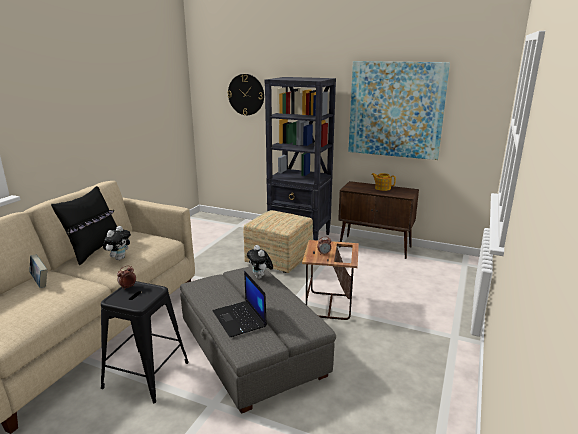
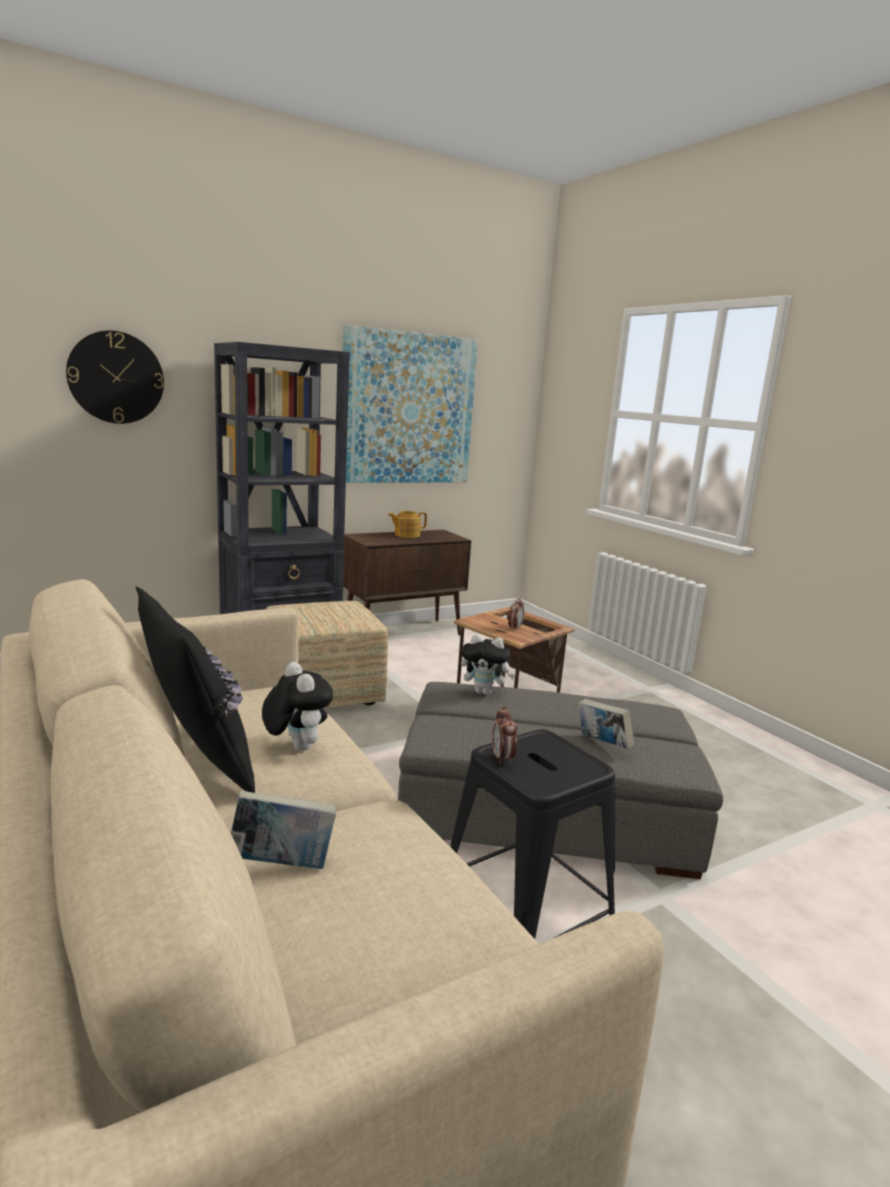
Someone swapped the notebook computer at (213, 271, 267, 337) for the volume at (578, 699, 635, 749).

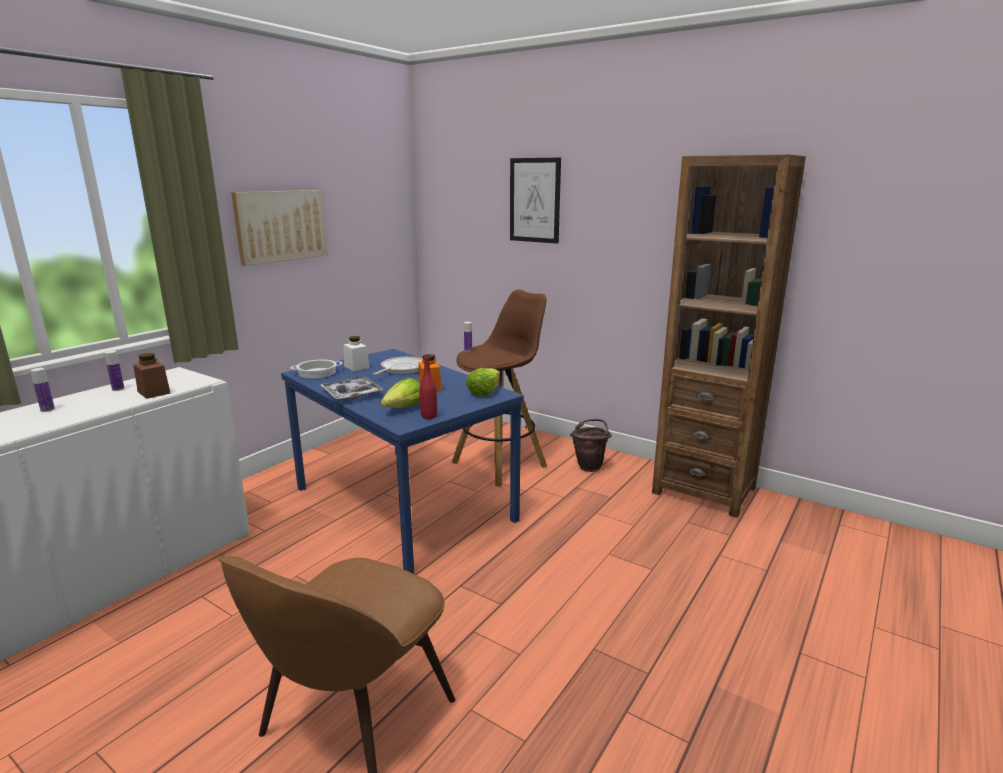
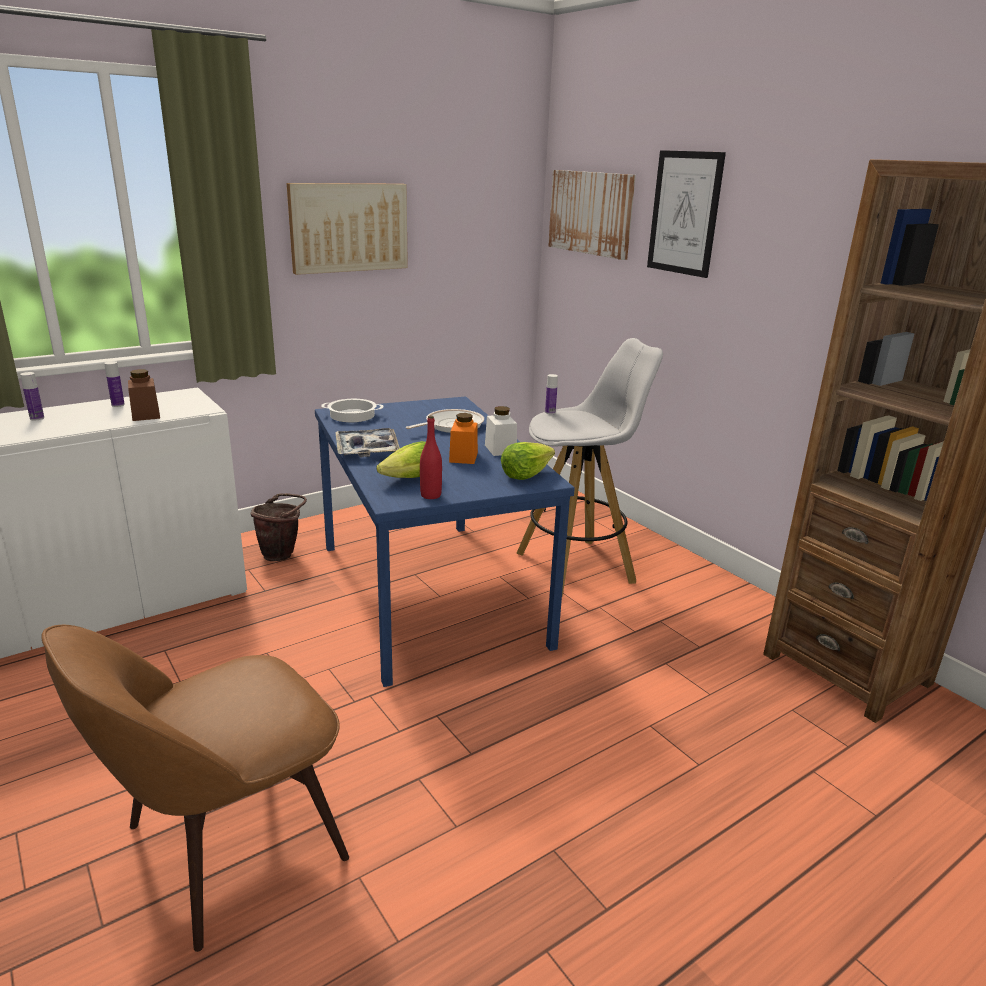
Someone repainted the sitting stool/brown at (452, 289, 547, 487), which became the sitting stool/white at (516, 338, 663, 596).
Someone carried the jar/white from (343, 336, 369, 371) to (485, 406, 517, 456).
Someone carried the pail/brown from (570, 419, 612, 472) to (251, 493, 307, 561).
Someone put up the wall art at (548, 170, 636, 260).

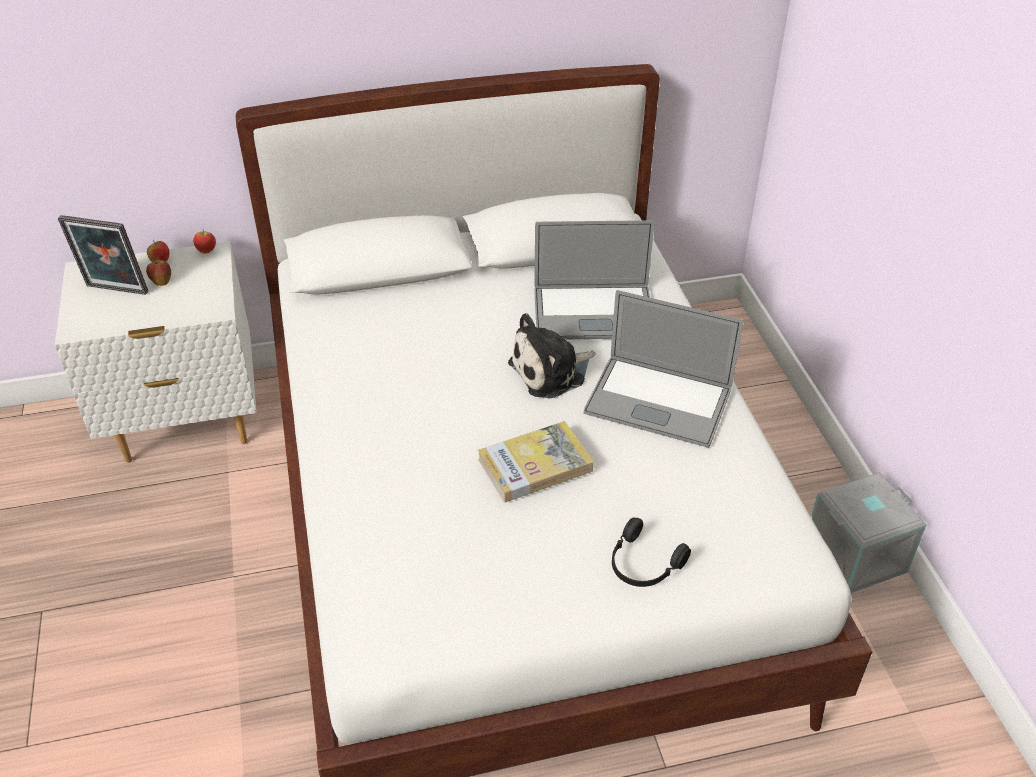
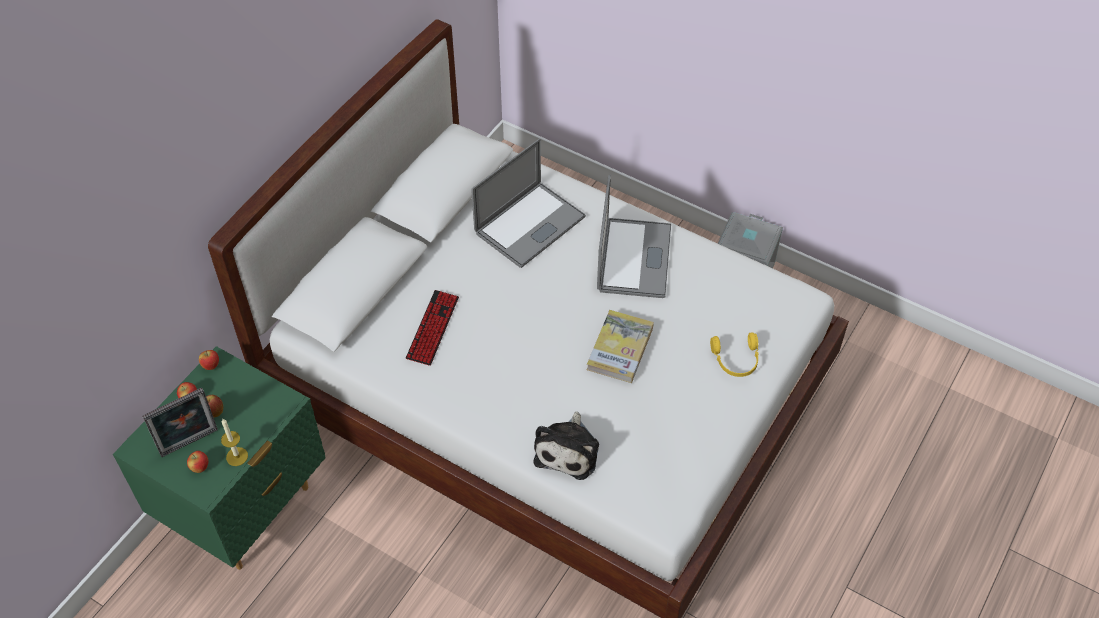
Someone repainted the nightstand/white at (55, 241, 257, 463), which became the nightstand/green at (113, 346, 326, 570).
Someone rotated the notebook computer at (584, 290, 743, 448) by 60 degrees counterclockwise.
Someone carried the soft toy from (508, 313, 595, 399) to (533, 411, 599, 480).
Someone repainted the headphones/black at (612, 517, 691, 587), which became the headphones/yellowish at (710, 332, 759, 377).
Someone put down the PC keyboard at (406, 290, 459, 366).
Someone put down the candle at (221, 419, 248, 466).
Someone put down the apple fruit at (187, 451, 208, 473).

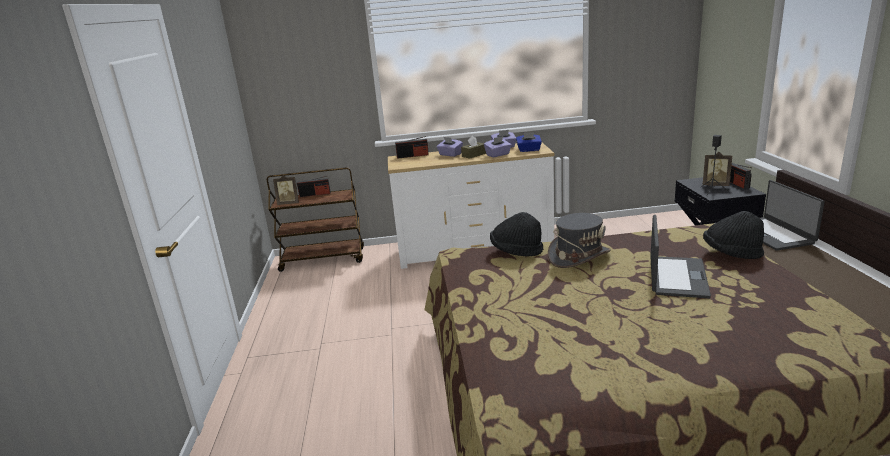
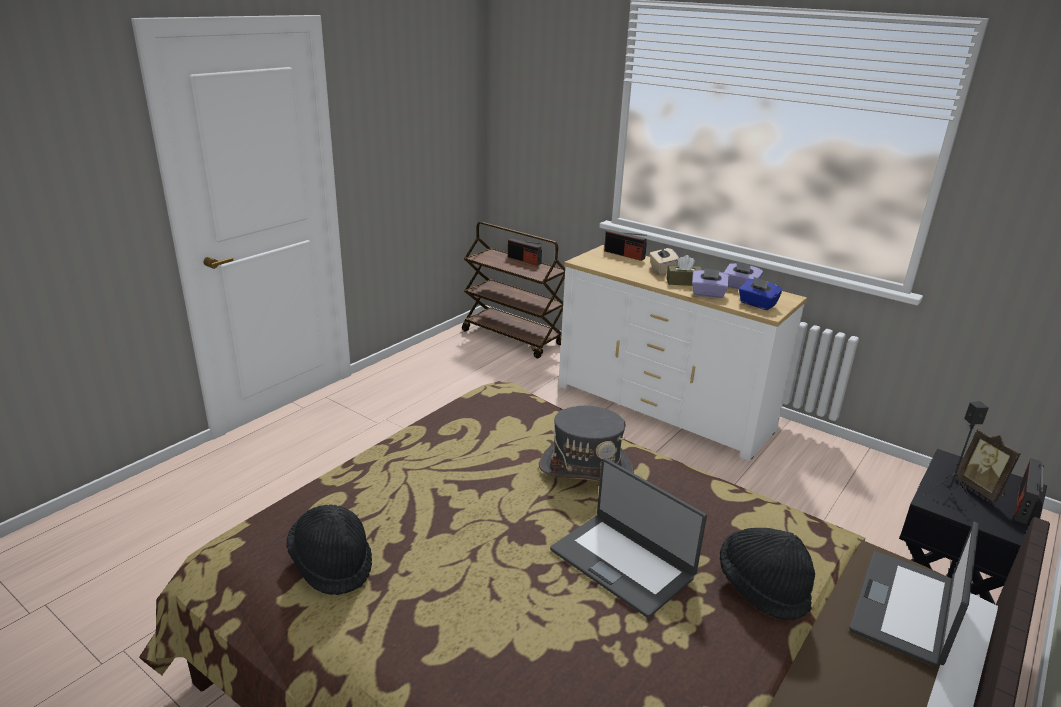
Someone repainted the box of tissues/purple-coloured at (437, 137, 463, 157), which became the box of tissues/beige at (649, 244, 679, 275).
Someone took away the photo frame at (273, 175, 299, 205).
Someone carried the wearable hat/black from (490, 212, 543, 256) to (286, 504, 372, 595).
Someone rotated the notebook computer at (650, 215, 711, 298) by 75 degrees clockwise.

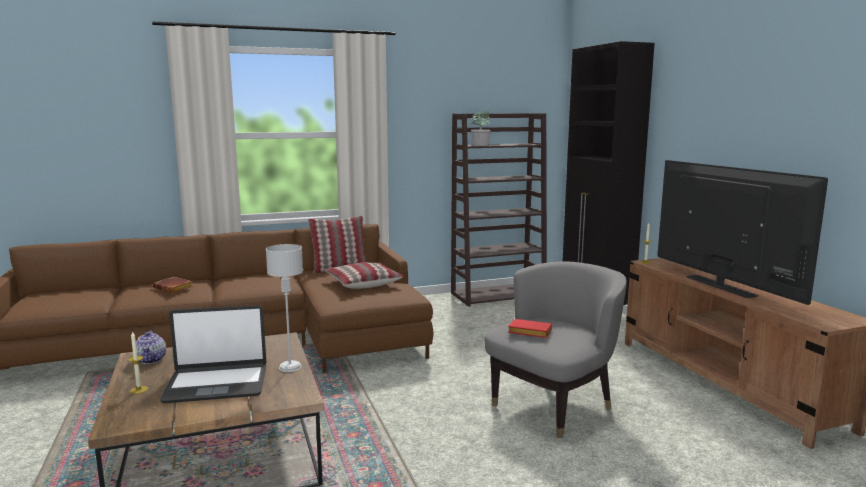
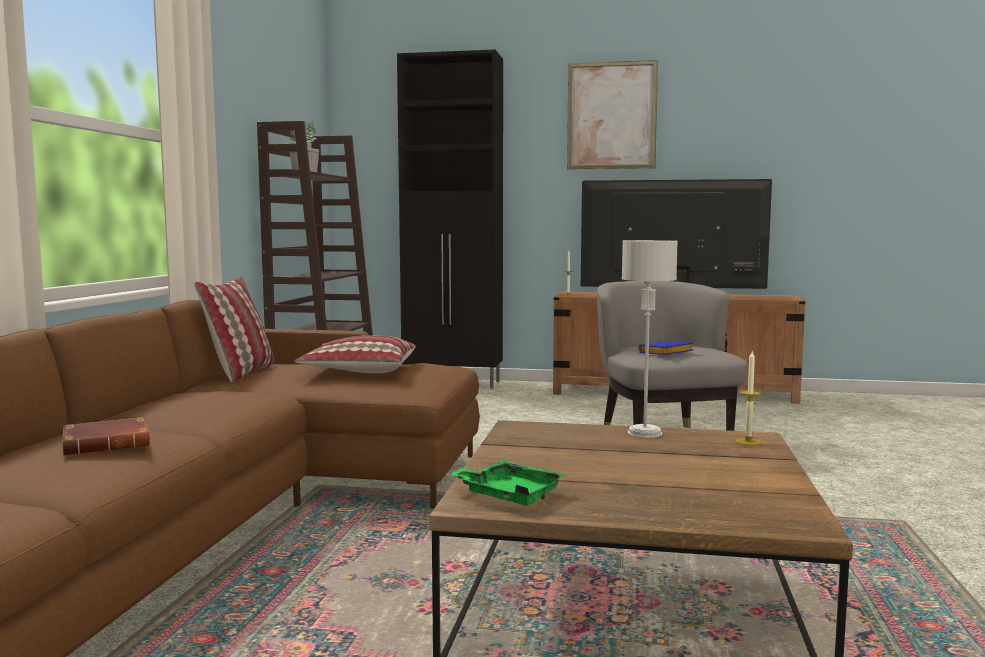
Someone took away the notebook computer at (160, 305, 266, 403).
Someone repainted the volume/reddish at (508, 319, 552, 338), which became the volume/blue at (638, 341, 694, 355).
Someone carried the candle from (128, 331, 148, 394) to (736, 351, 762, 445).
Someone swapped the teapot at (136, 331, 166, 364) for the serving tray/green at (449, 460, 566, 506).
Someone put up the wall art at (567, 60, 658, 169).

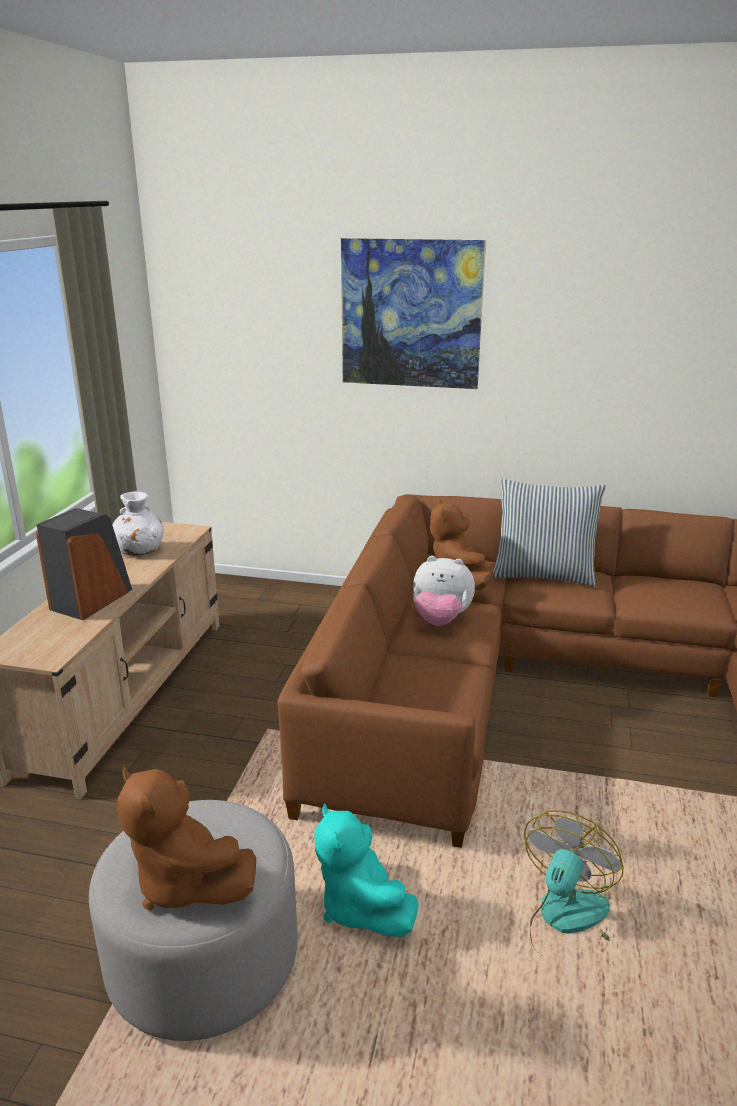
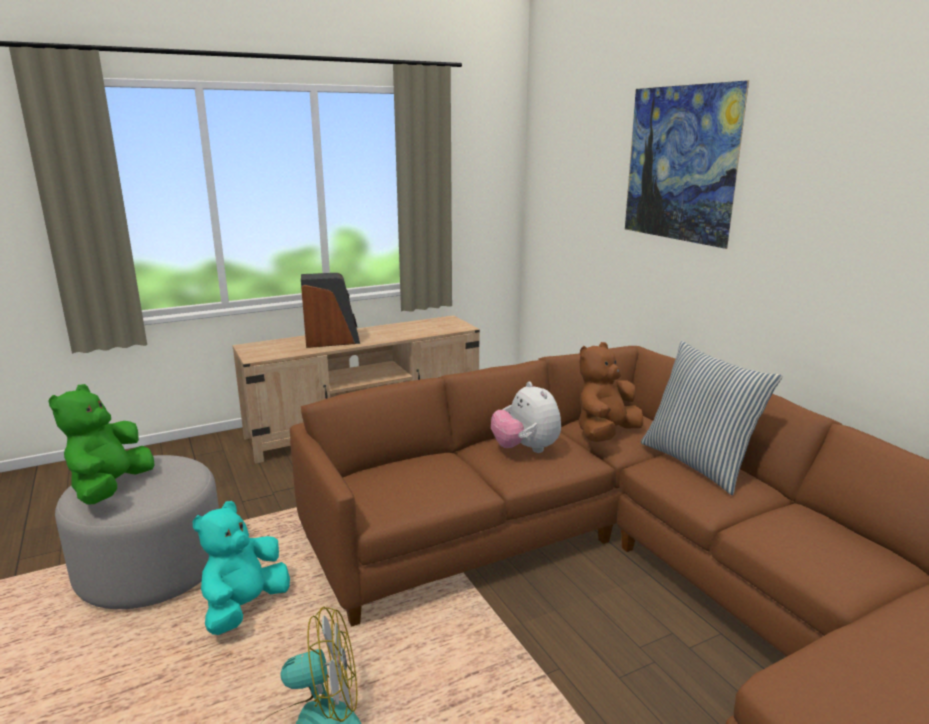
Someone took away the flower vase/white at (112, 492, 164, 556).
Someone repainted the soft toy/brown at (117, 766, 256, 910), which became the soft toy/green at (48, 384, 154, 505).

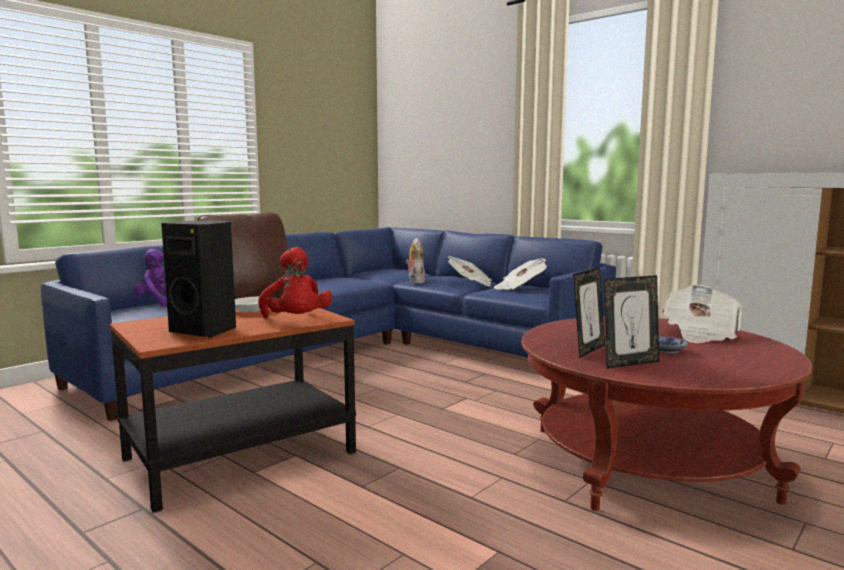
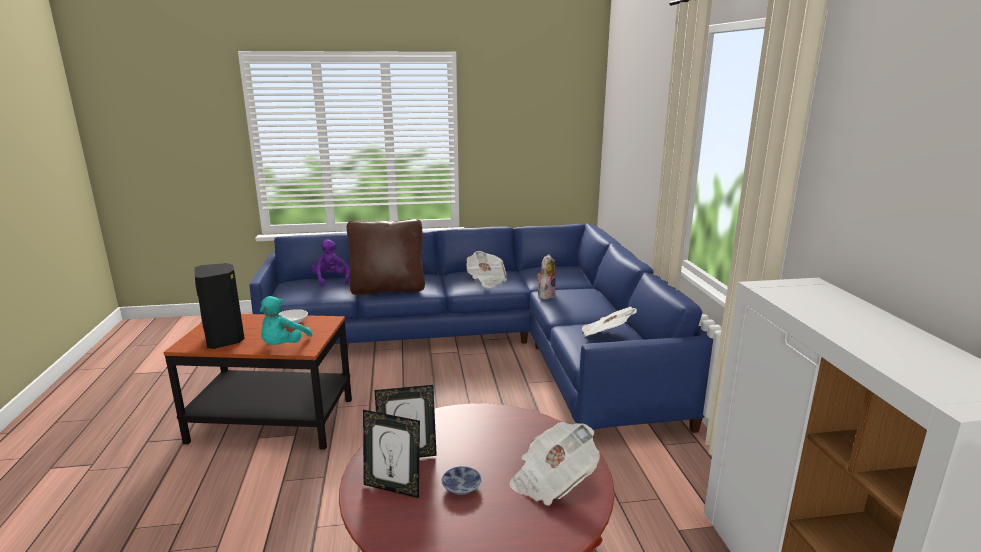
Someone repainted the soft toy/reddish at (258, 247, 332, 318), which became the soft toy/turquoise-coloured at (259, 296, 312, 345).
Someone carried the newspaper from (448, 256, 492, 287) to (466, 251, 507, 288).

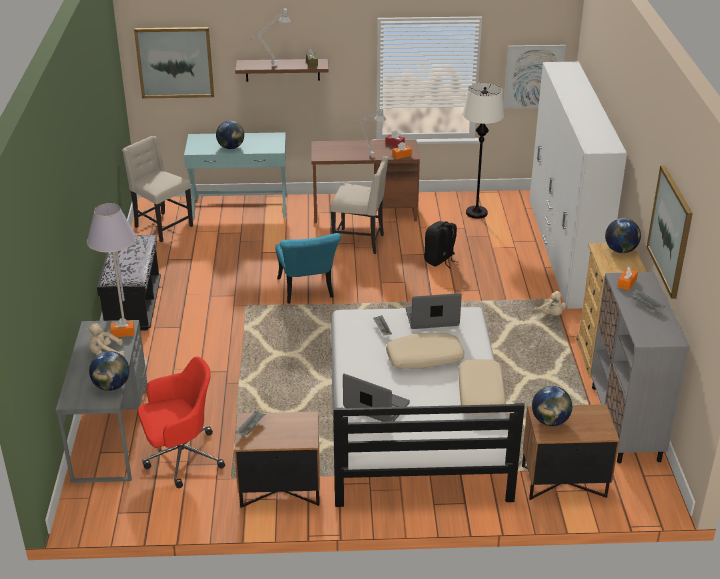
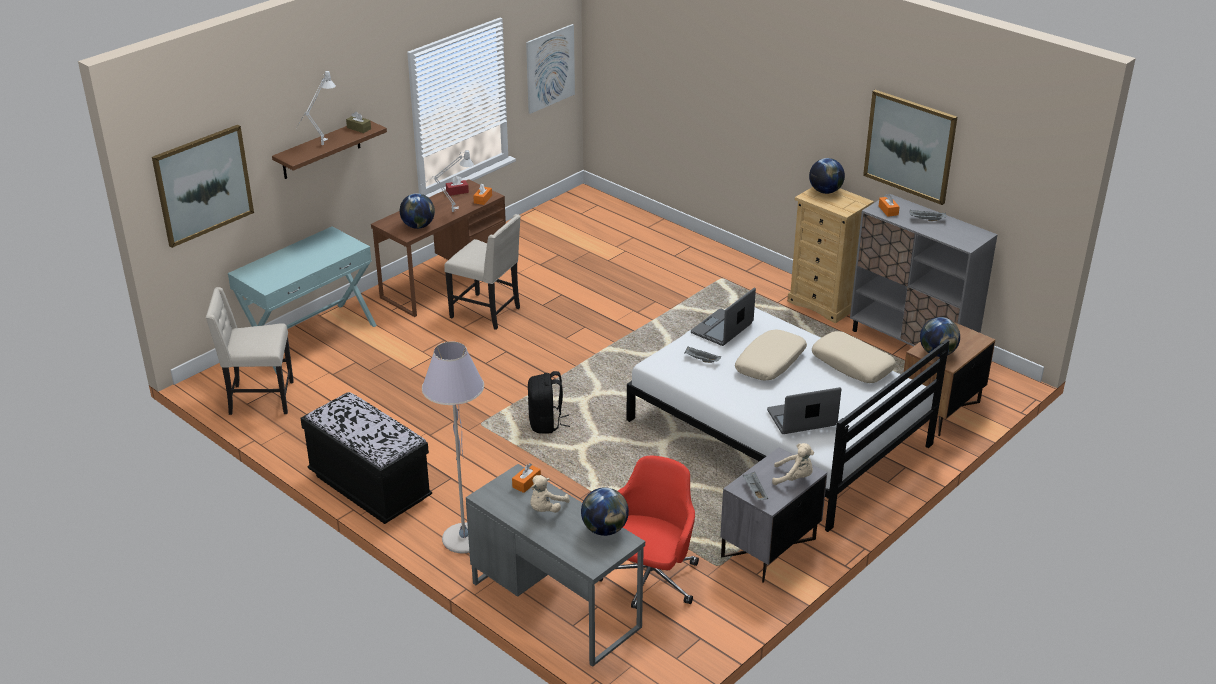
Someone took away the wardrobe/white at (529, 62, 627, 309).
Someone took away the standard lamp/white at (463, 83, 504, 219).
Someone carried the world globe from (216, 121, 244, 149) to (400, 193, 435, 229).
Someone rotated the upright chair/beige at (330, 156, 389, 254) by 60 degrees clockwise.
Someone carried the backpack/black from (424, 221, 459, 268) to (528, 371, 570, 434).
Someone took away the upright chair/turquoise-coloured at (275, 233, 341, 304).
Someone carried the soft toy/beige from (534, 291, 566, 316) to (772, 443, 814, 485).
Someone repainted the nightstand/brown at (234, 412, 320, 508), which became the nightstand/grey at (720, 447, 827, 583).

